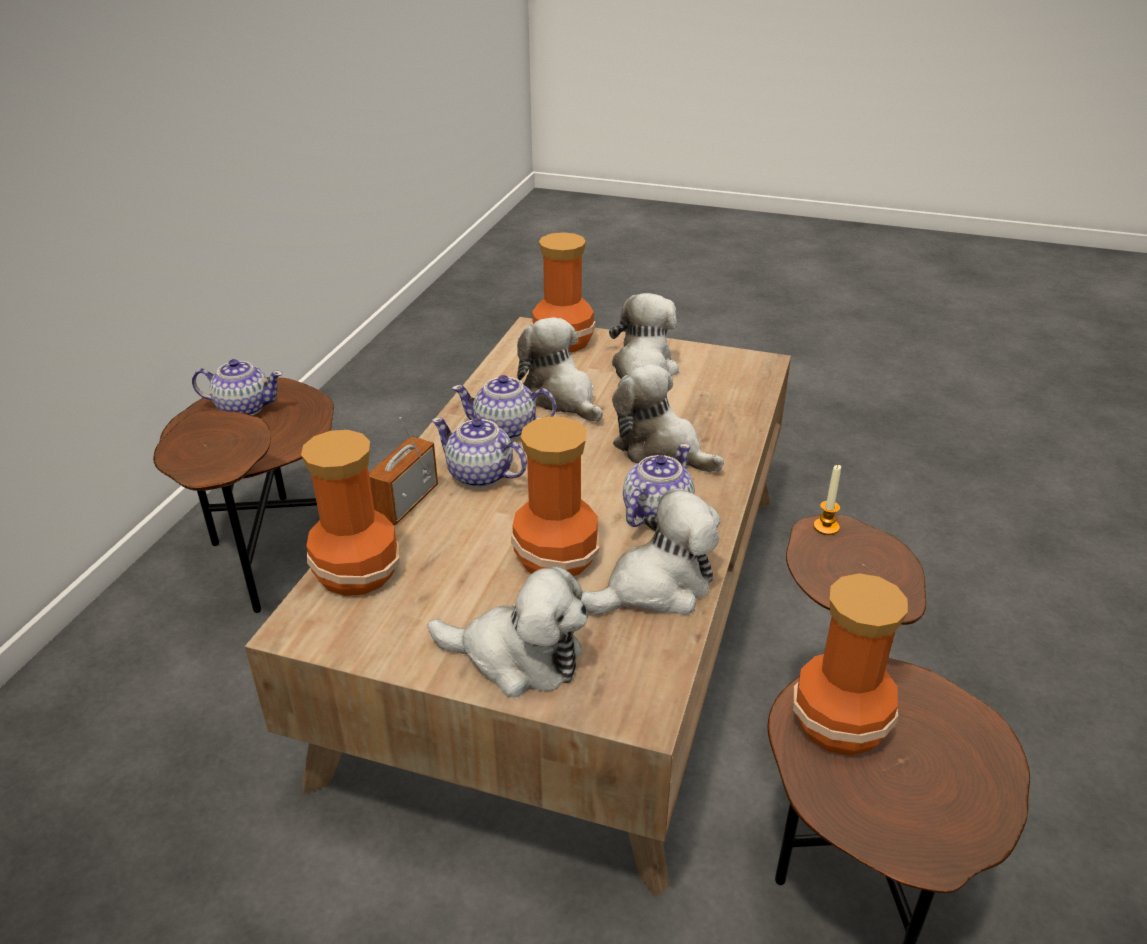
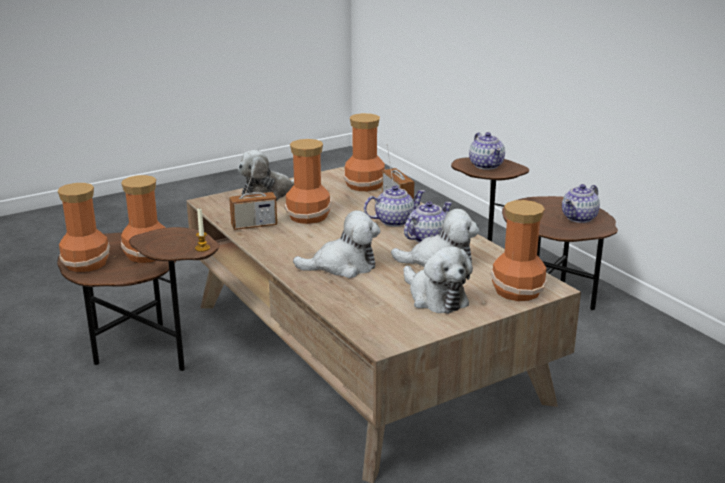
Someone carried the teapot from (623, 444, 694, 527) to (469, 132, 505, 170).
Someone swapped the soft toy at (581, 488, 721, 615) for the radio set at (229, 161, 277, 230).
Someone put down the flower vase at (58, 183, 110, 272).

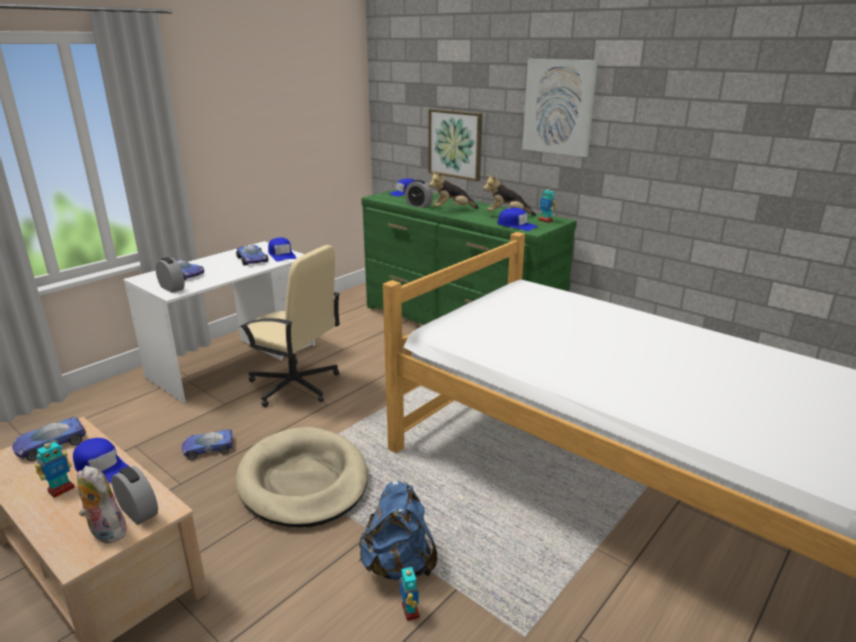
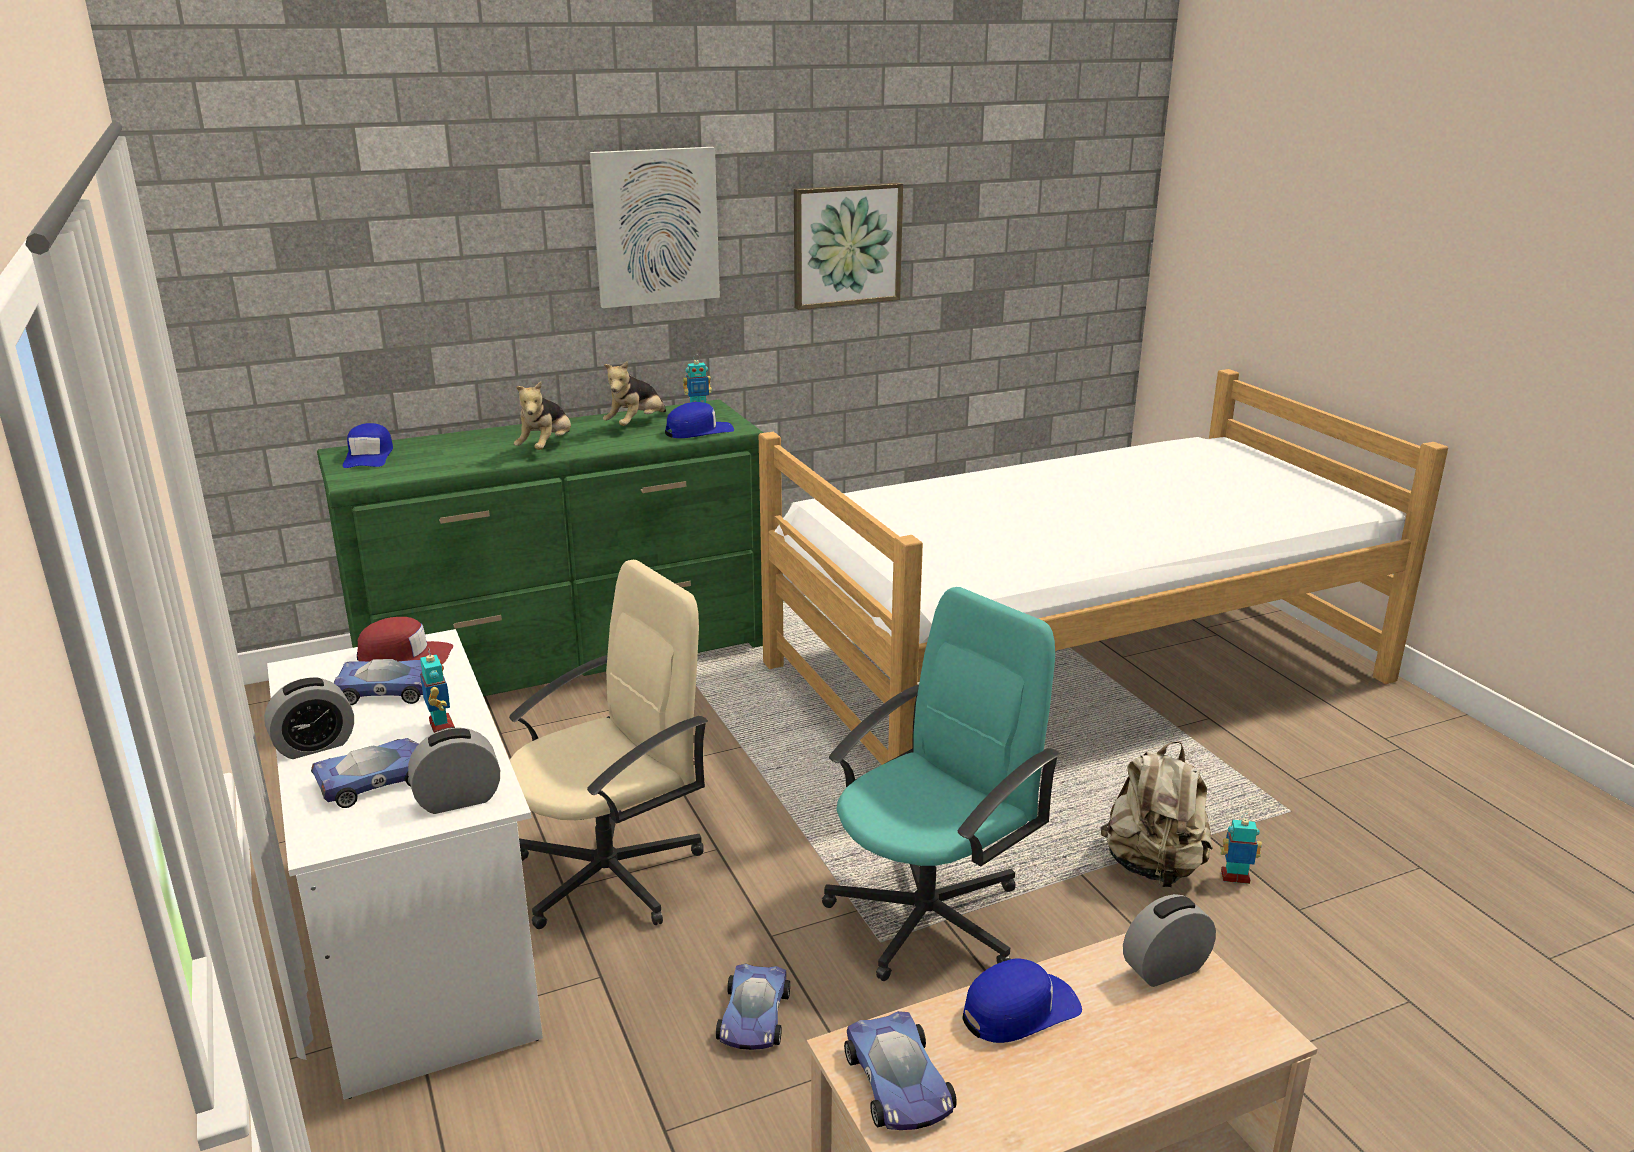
Someone carried the wall art from (429, 109, 482, 181) to (794, 183, 903, 310).
Someone carried the alarm clock from (405, 180, 433, 208) to (264, 677, 354, 759).
Someone repainted the baseball cap/blue at (268, 238, 297, 261), which became the baseball cap/reddish at (357, 617, 453, 665).
Someone swapped the dog cushion/beige at (236, 427, 368, 527) for the computer chair/turquoise-coloured at (822, 587, 1060, 981).
Someone carried the toy robot from (35, 439, 75, 498) to (420, 647, 455, 733).
Someone took away the soft toy at (77, 466, 126, 543).
Someone repainted the backpack/blue at (359, 480, 437, 580), which became the backpack/beige at (1101, 741, 1213, 887).

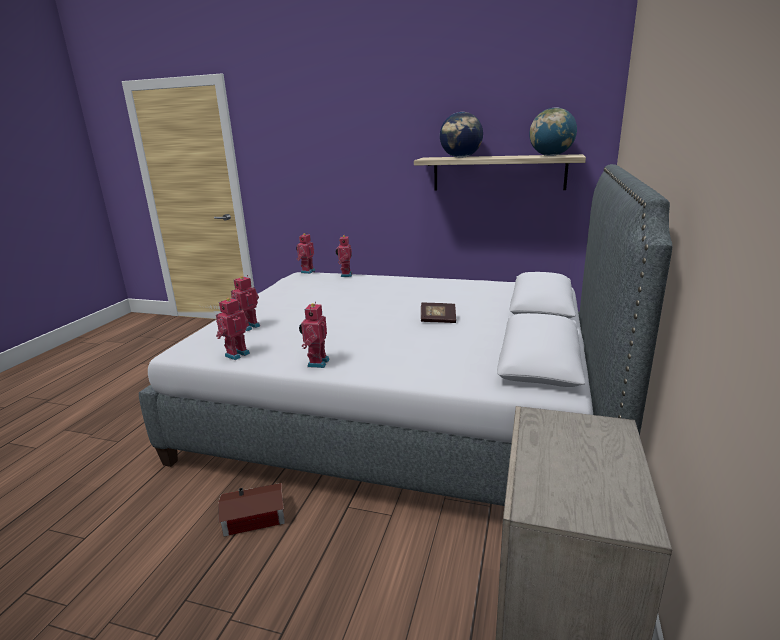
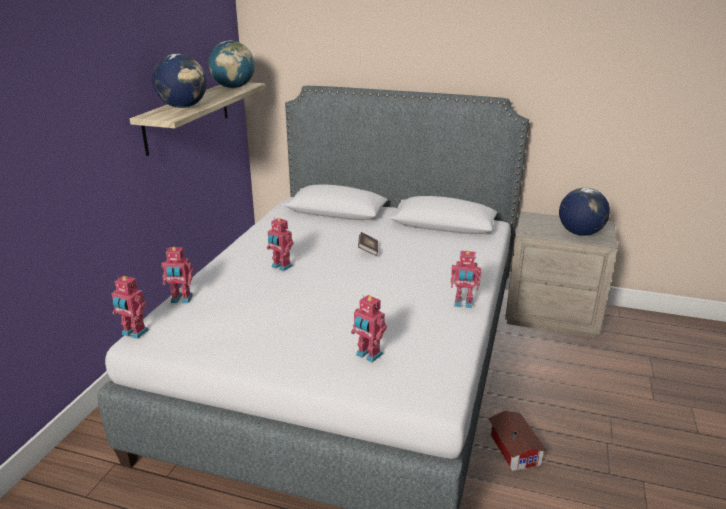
Someone carried the toy robot from (216, 297, 250, 360) to (267, 217, 294, 271).
Someone put down the world globe at (559, 188, 610, 236).

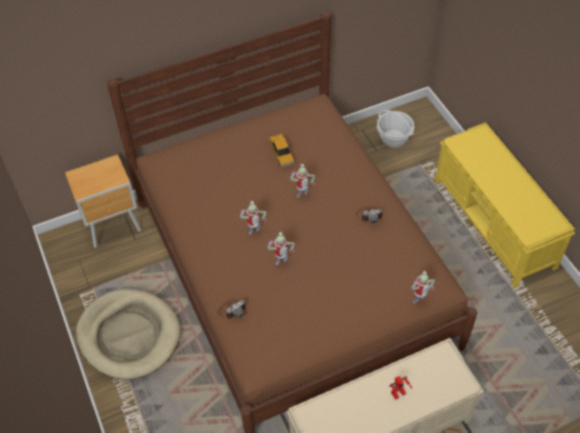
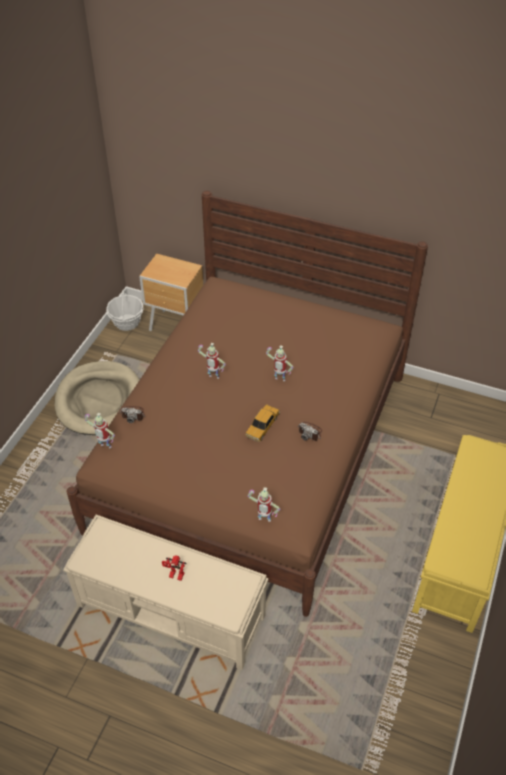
Someone carried the storage basket from (377, 110, 414, 148) to (106, 290, 144, 331).
Someone carried the model car from (269, 134, 294, 167) to (245, 404, 280, 442).
Someone carried the toy robot from (267, 232, 295, 265) to (85, 413, 115, 448).

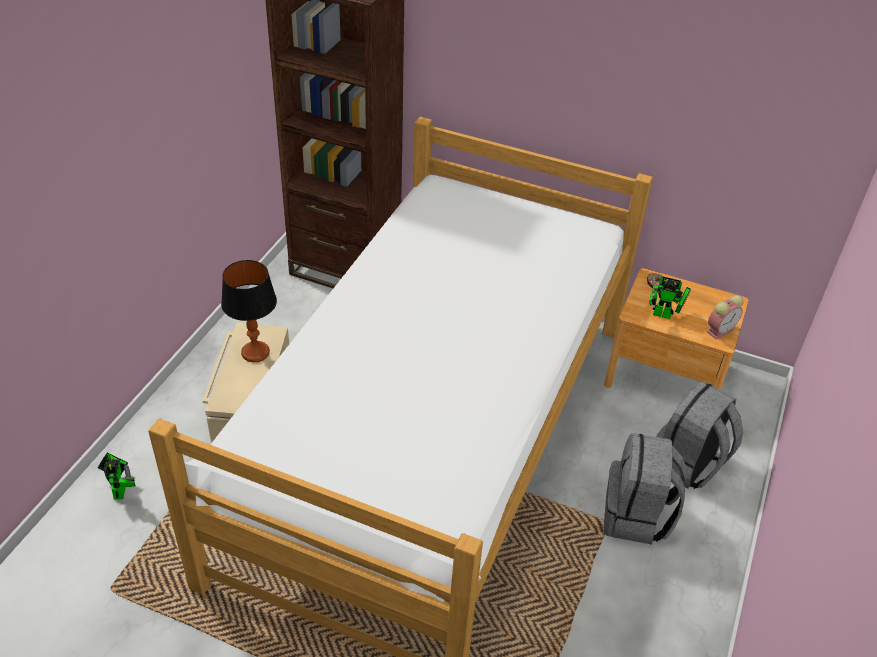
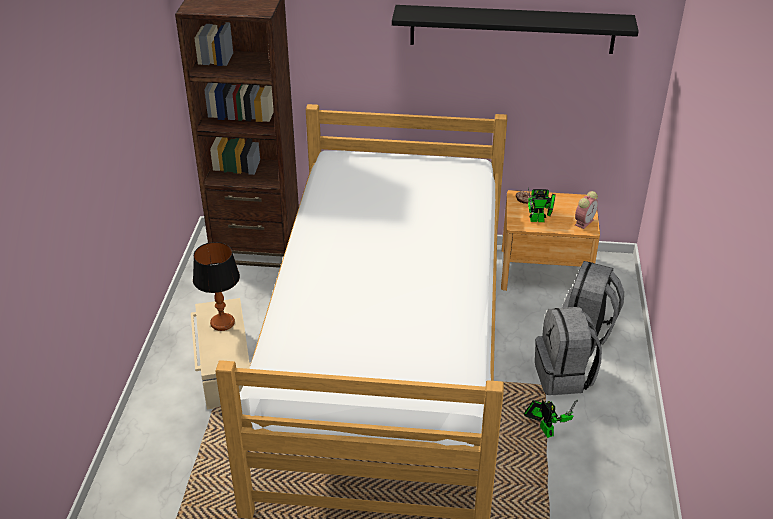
Someone carried the toy robot from (98, 452, 136, 500) to (524, 400, 578, 438).
Someone put up the shelf/black at (392, 5, 639, 54).

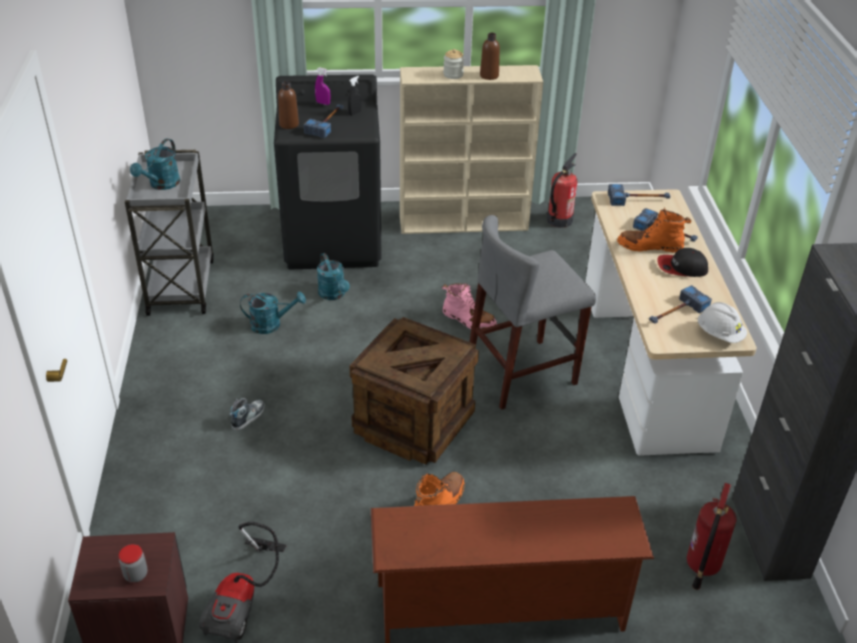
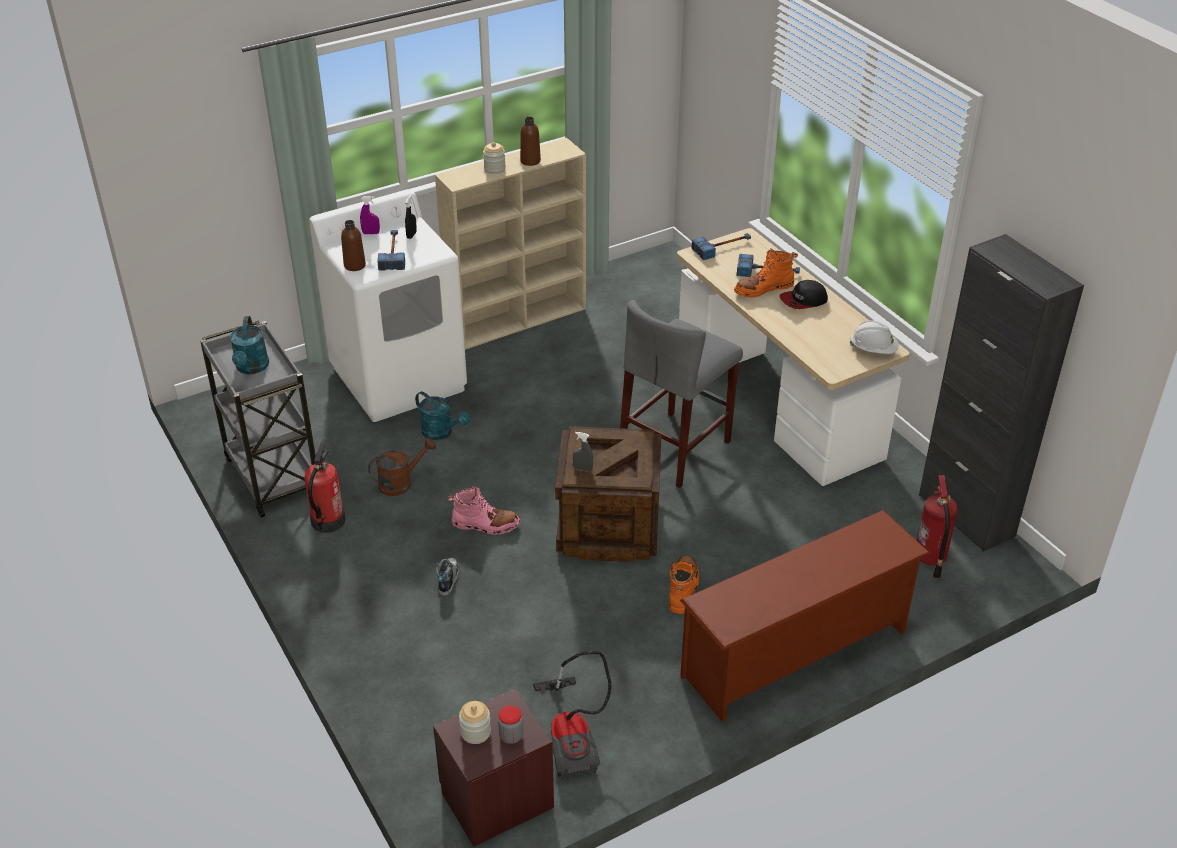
Someone repainted the laundry machine/black at (274, 74, 382, 269), which became the laundry machine/white at (309, 189, 467, 422).
Someone carried the fire extinguisher from (547, 153, 577, 228) to (304, 438, 345, 533).
Someone carried the tall boot/pinkish from (442, 283, 497, 329) to (448, 486, 520, 535).
Someone took away the tool hammer at (649, 285, 712, 324).
Someone repainted the watering pot/turquoise-coloured at (240, 292, 306, 334), which became the watering pot/brown at (368, 438, 436, 496).
Someone put down the hand sprayer/grey at (573, 432, 593, 472).
Someone put down the jar at (459, 701, 491, 744).

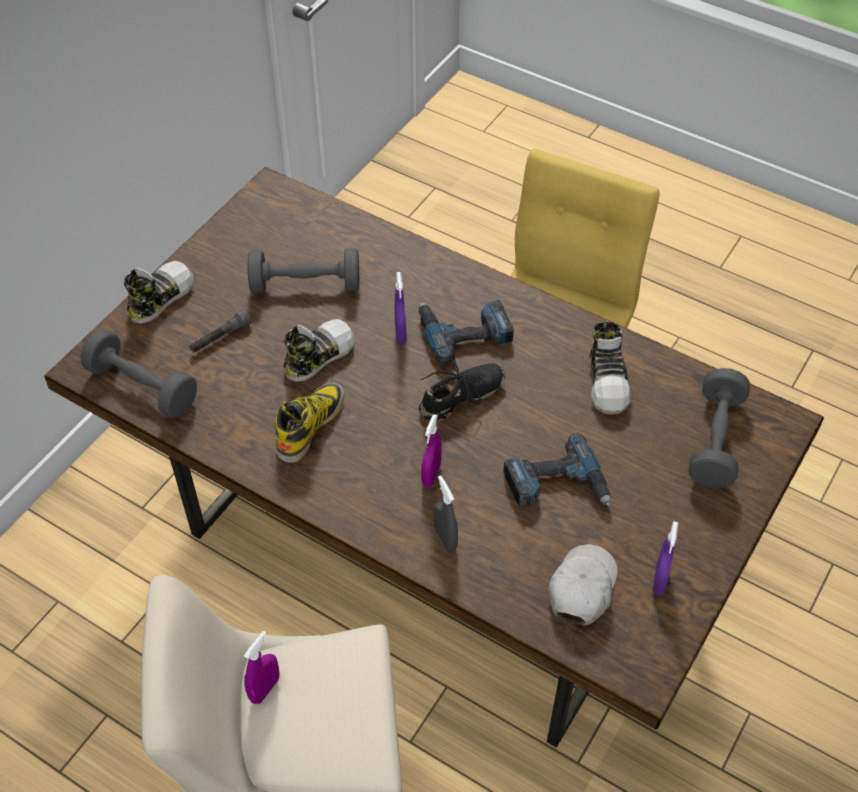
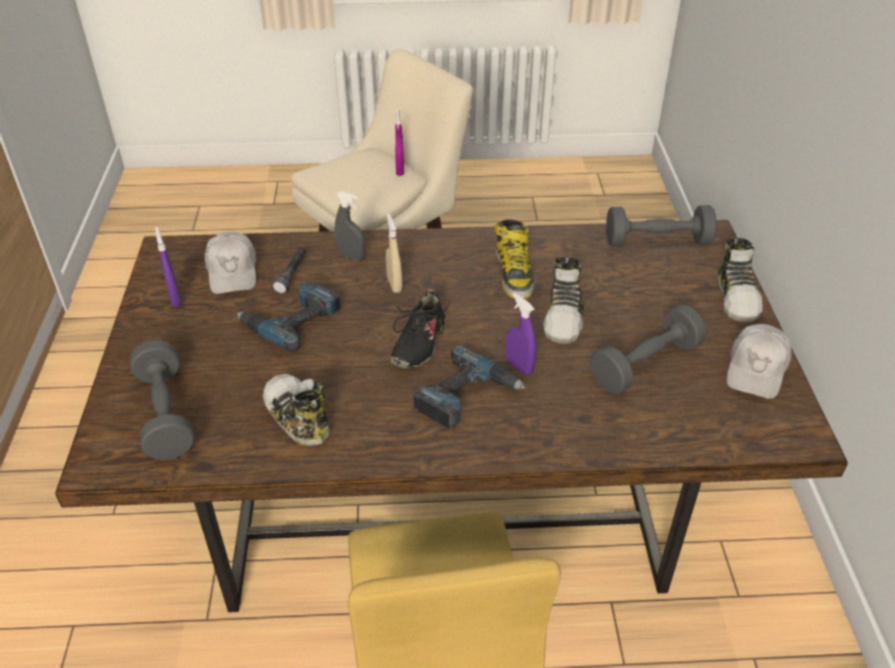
Someone carried the hand torch/grey from (190, 309, 252, 353) to (272, 247, 306, 294).
Someone repainted the hand sprayer/purple-coloured at (421, 414, 442, 487), which became the hand sprayer/beige at (386, 213, 402, 293).
Someone put down the baseball cap/white at (726, 324, 791, 399).

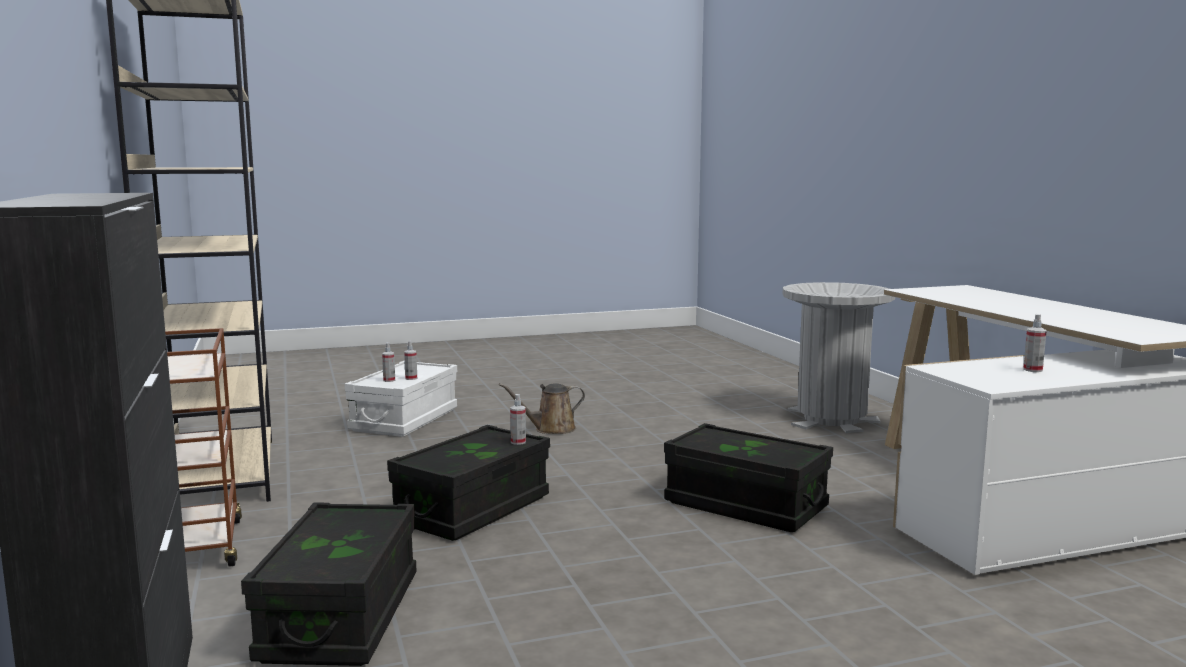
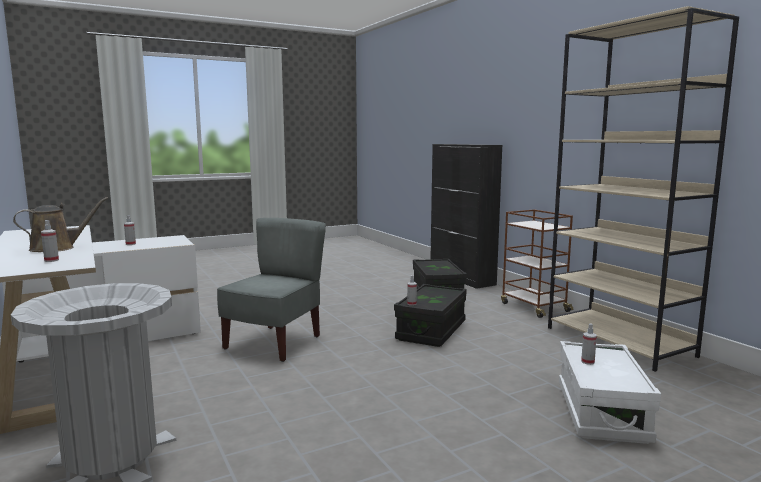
Someone carried the hand sprayer from (382, 343, 395, 382) to (41, 220, 59, 262).
Someone carried the watering pot/brown from (499, 383, 585, 434) to (13, 197, 108, 252).
Someone swapped the storage bin/black at (664, 423, 833, 532) for the upright chair/grey at (217, 218, 326, 362).

